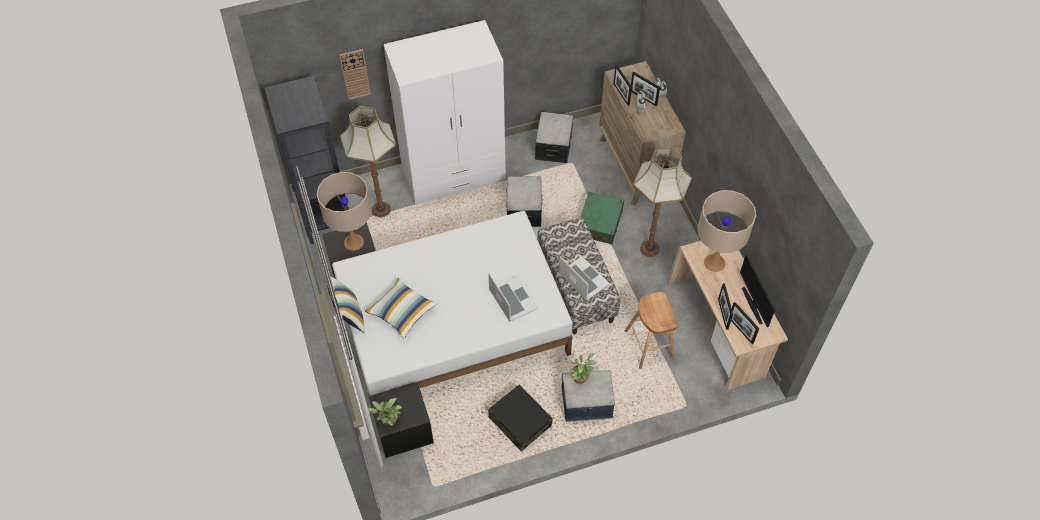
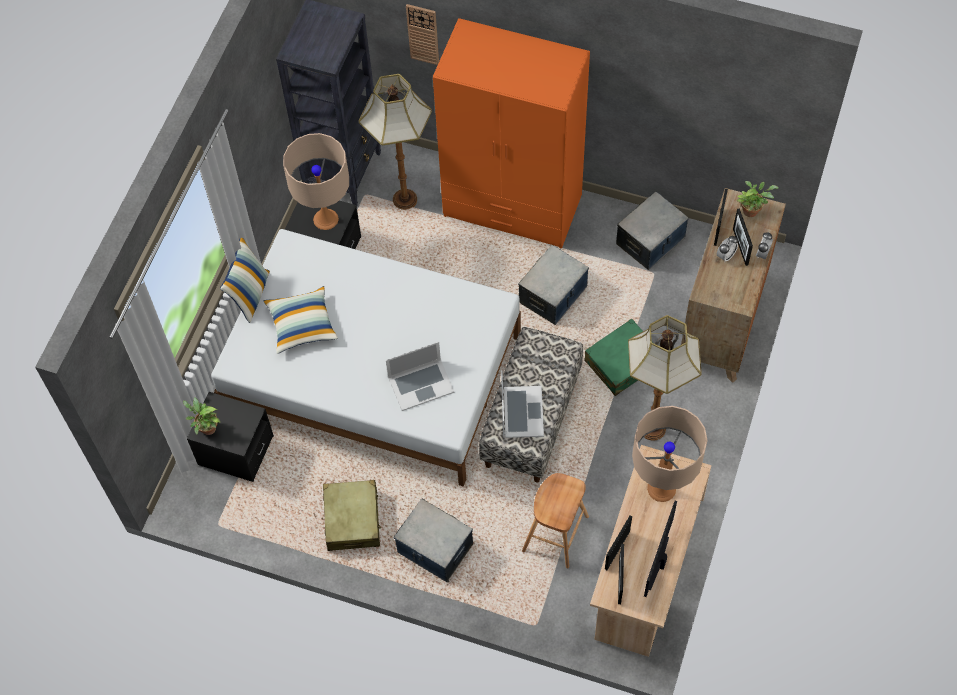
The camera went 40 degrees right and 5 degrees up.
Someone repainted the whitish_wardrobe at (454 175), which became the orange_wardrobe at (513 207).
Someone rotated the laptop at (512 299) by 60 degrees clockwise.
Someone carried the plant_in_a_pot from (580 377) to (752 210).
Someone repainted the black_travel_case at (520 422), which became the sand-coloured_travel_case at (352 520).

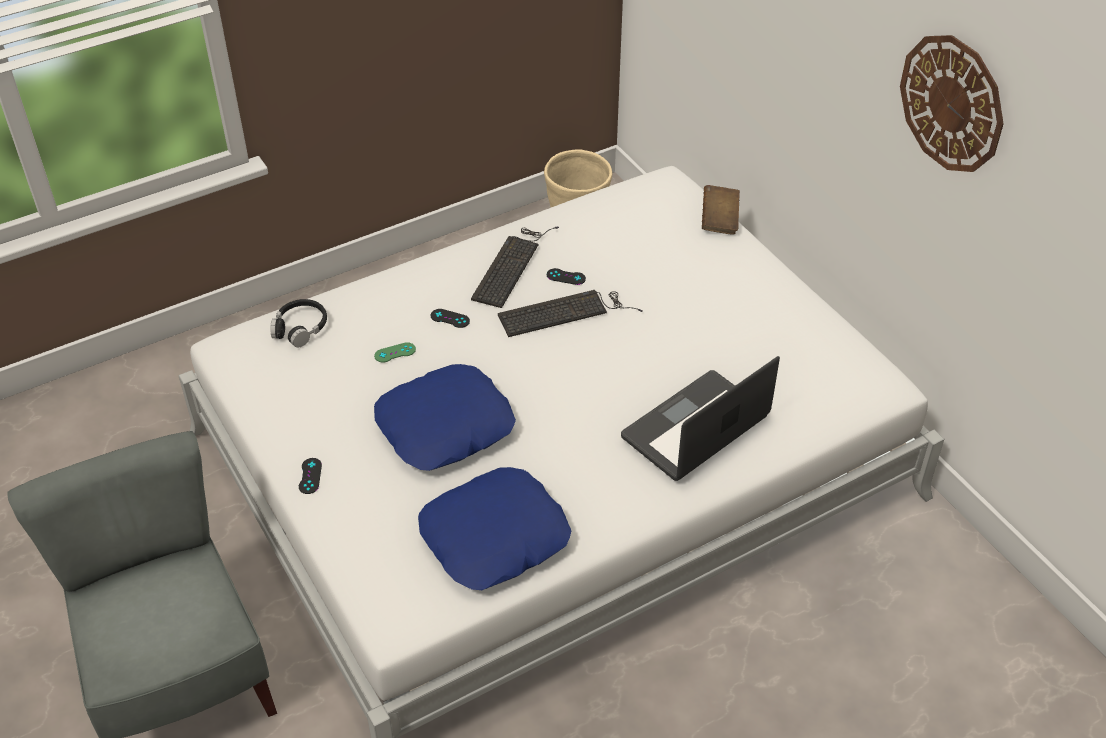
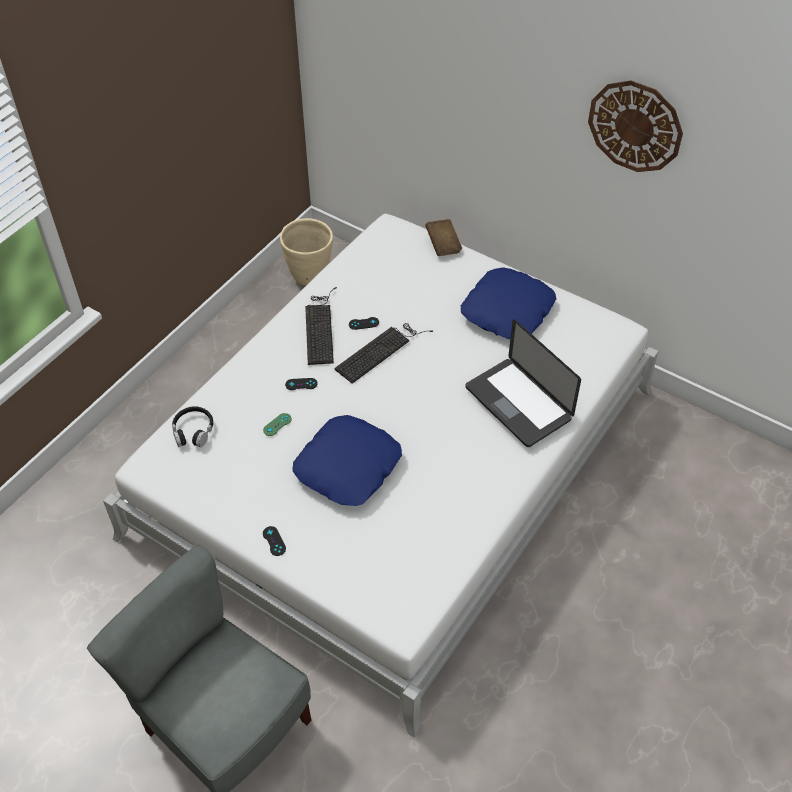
The camera went 25 degrees left and 5 degrees up.
Someone rotated the laptop at (695 427) by 60 degrees counterclockwise.
Someone carried the blue-coloured_cushion from (495 538) to (508 311).

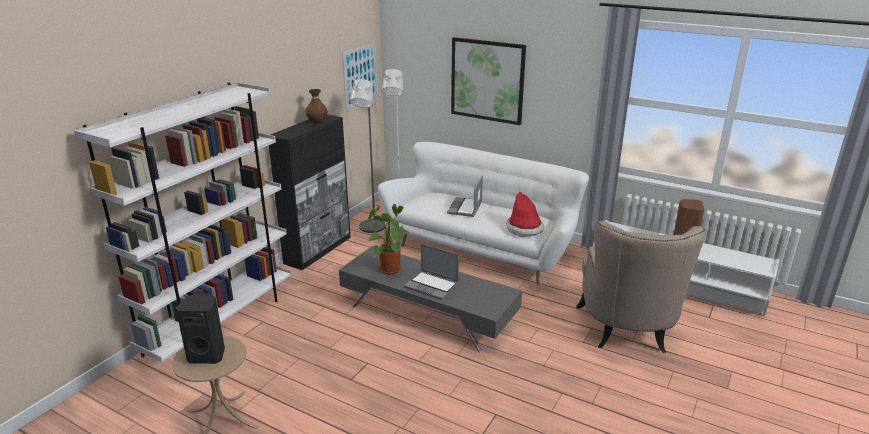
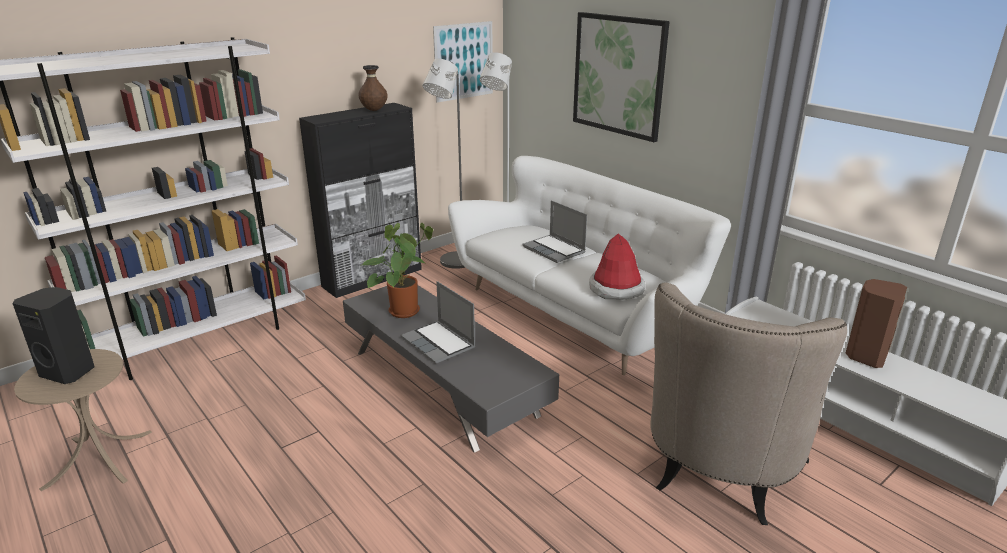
The camera went 20 degrees right and 0 degrees up.
Someone rotated the laptop at (465 208) by 75 degrees counterclockwise.

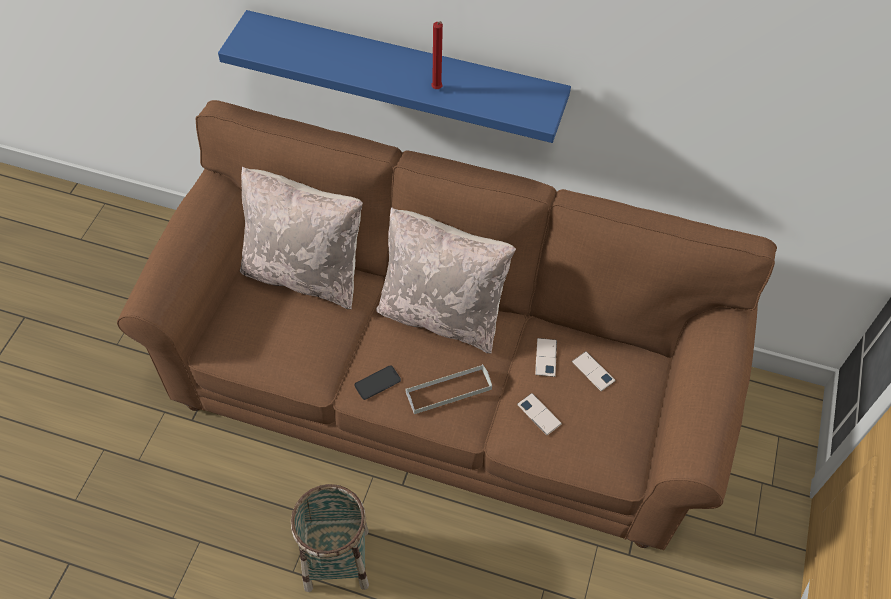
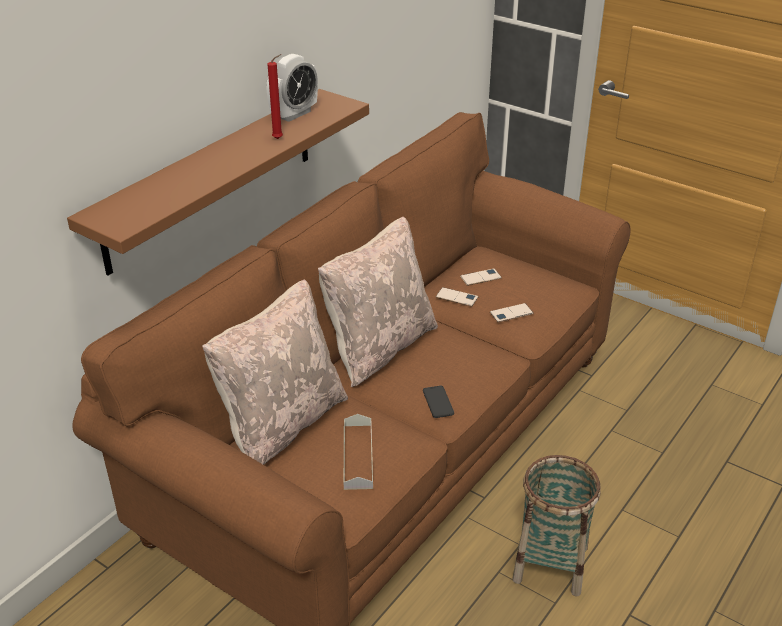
The camera went 70 degrees left and 20 degrees down.
Someone repainted the blue-coloured_wall_shelf at (404 74), which became the brown_wall_shelf at (211 179).
Someone carried the gray_serving_tray from (448 391) to (358 456).
Someone put down the alarm_clock at (294 114).

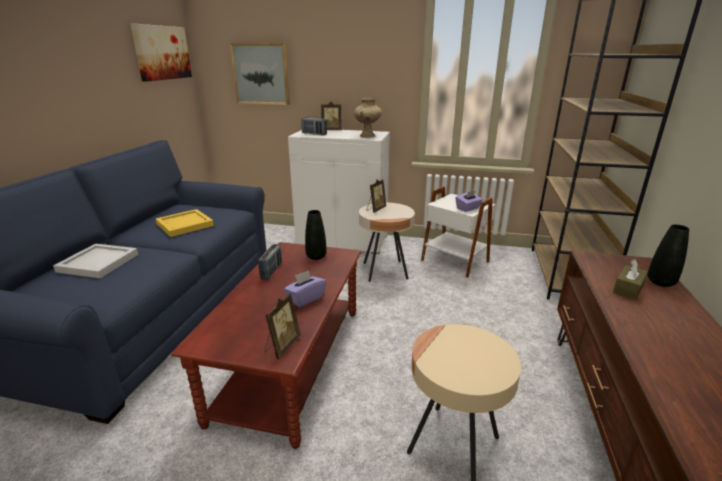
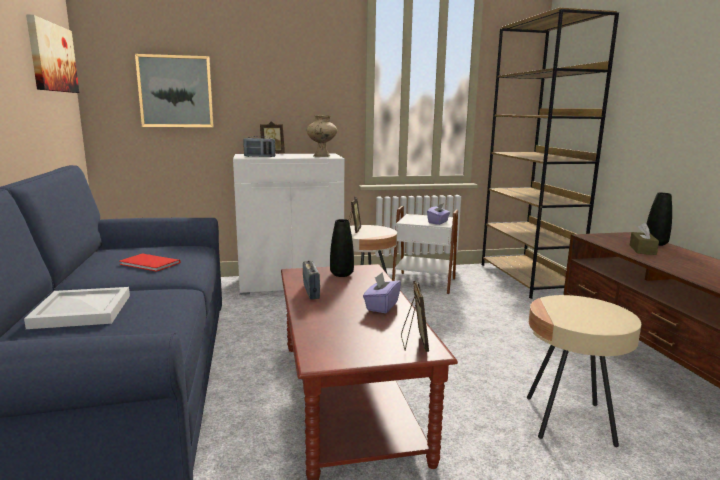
The camera went 25 degrees left and 10 degrees down.
Someone swapped the yellowish_serving_tray at (184 225) for the reddish_book at (149 264).

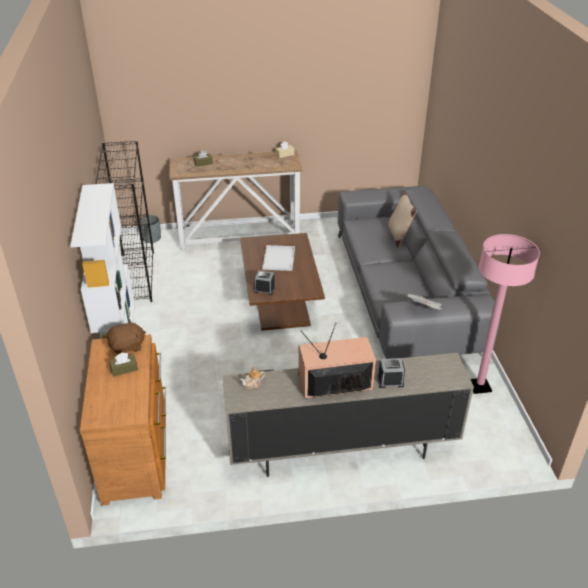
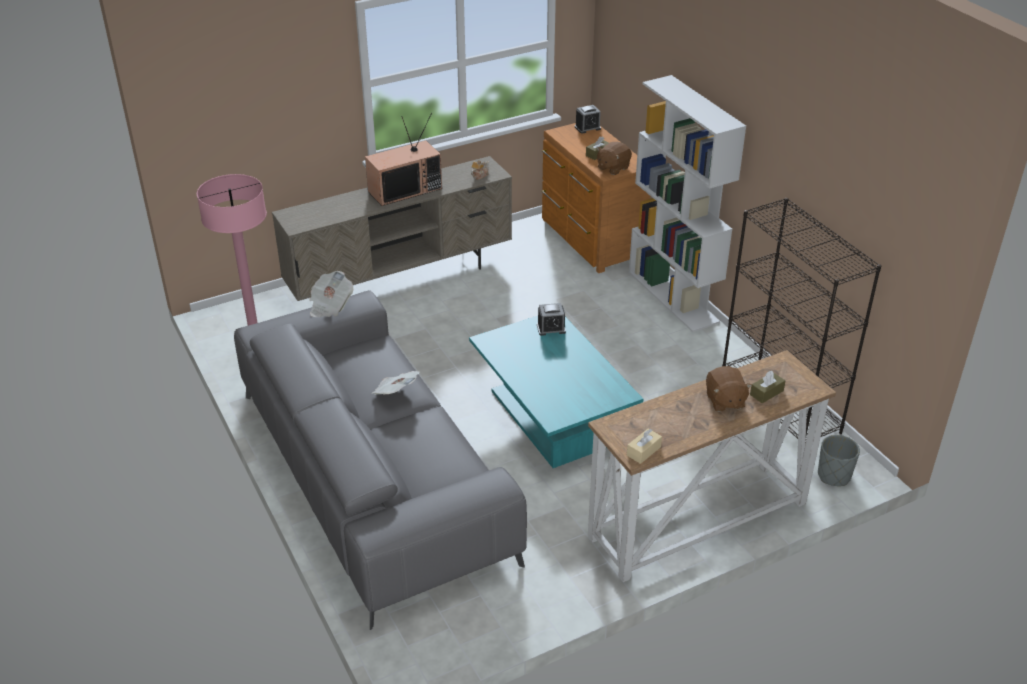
The camera went 160 degrees right and 0 degrees up.
Someone took away the sand-coloured_cushion at (399 235).
Someone repainted the brown_coffee_table at (280 300), which became the turquoise_coffee_table at (552 417).
Someone took away the whitish_serving_tray at (278 258).
Someone carried the alarm_clock from (390 381) to (587 128).
Someone put down the brown_plush_toy at (724 401).
Someone put down the daily_paper at (396 392).

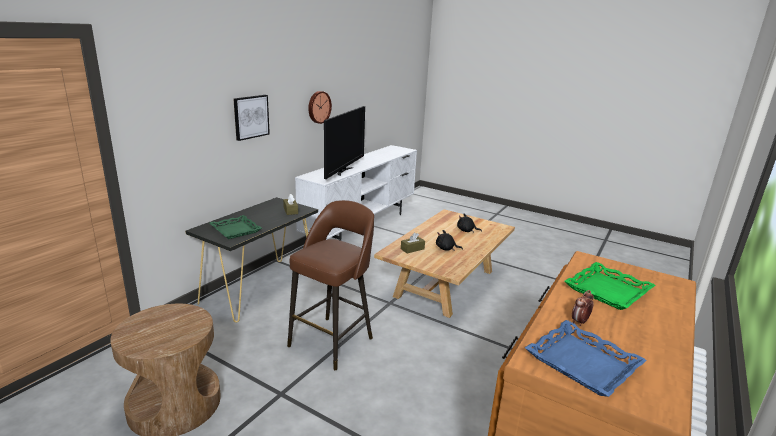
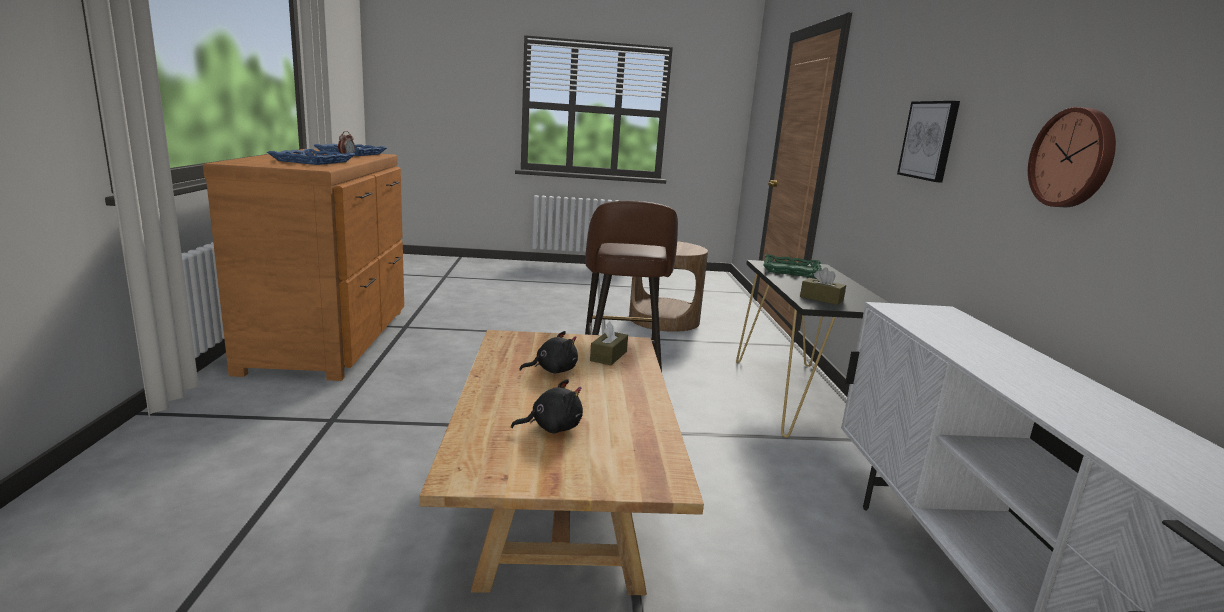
The camera went 145 degrees right and 5 degrees down.
Someone took away the TV_set at (343 171).
Someone repainted the greenish_serving_tray at (608 291), which became the blue-coloured_serving_tray at (312 161).

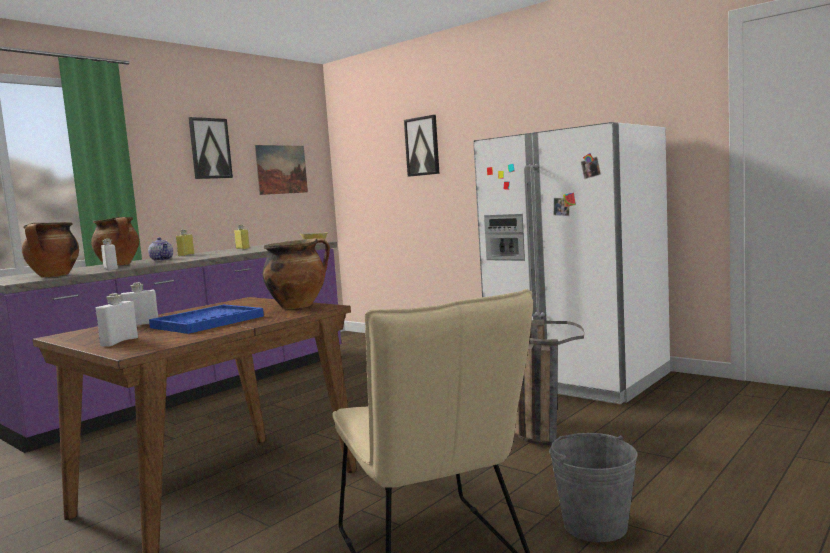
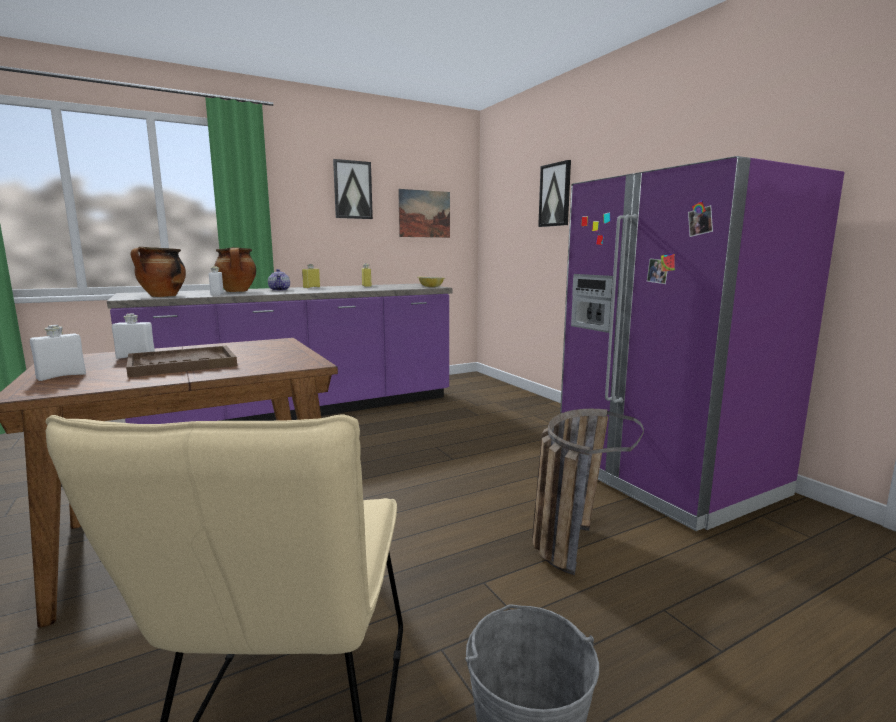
The camera went 20 degrees right and 5 degrees up.
Someone repainted the whitish_kitchen_fridge at (578 379), which became the purplish_kitchen_fridge at (667 478).
Someone took away the saucepot at (299 306).
Someone repainted the blue-coloured_serving_tray at (207 322), which became the brown_serving_tray at (182 364).

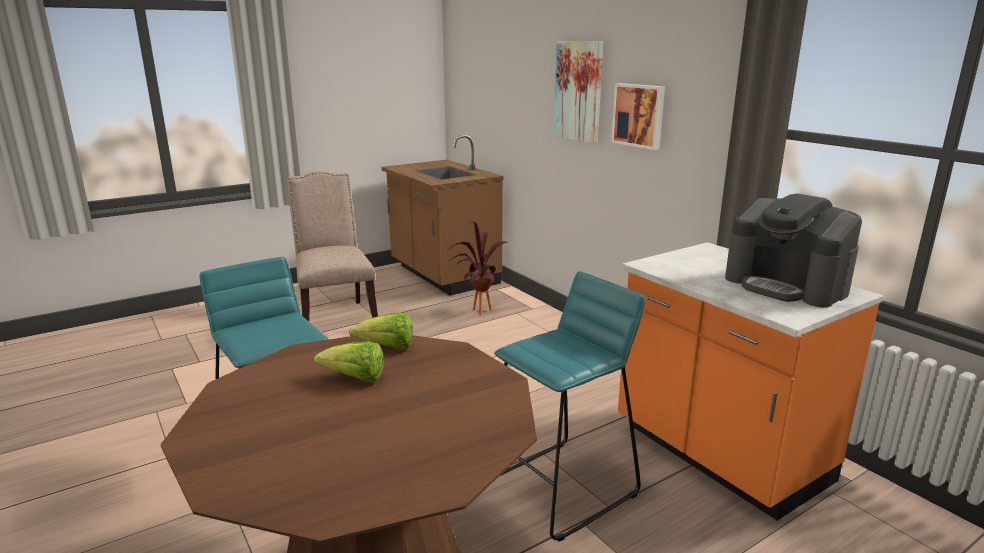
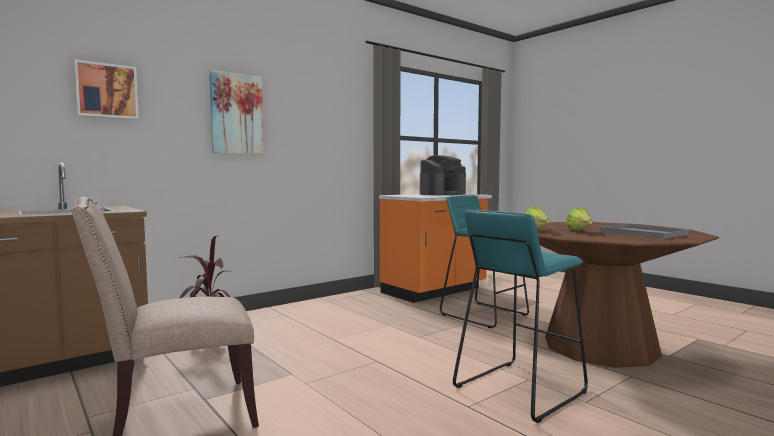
The camera went 95 degrees left and 15 degrees down.
Someone carried the wall_picture from (639 115) to (106 91).
Someone put down the gray_serving_tray at (641 233).

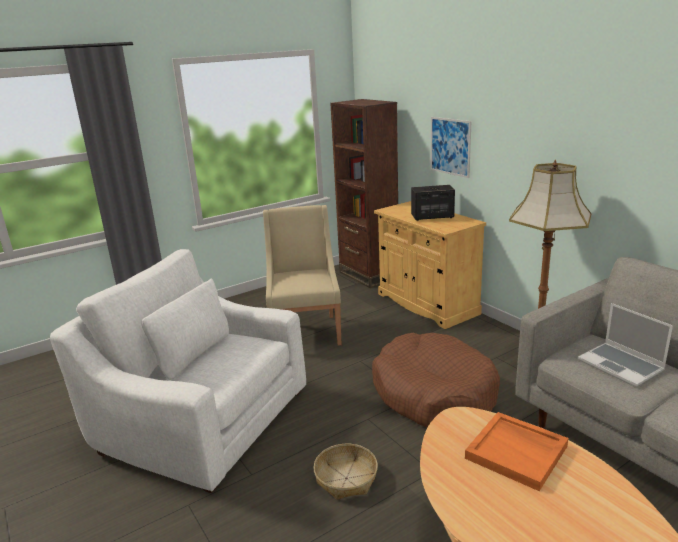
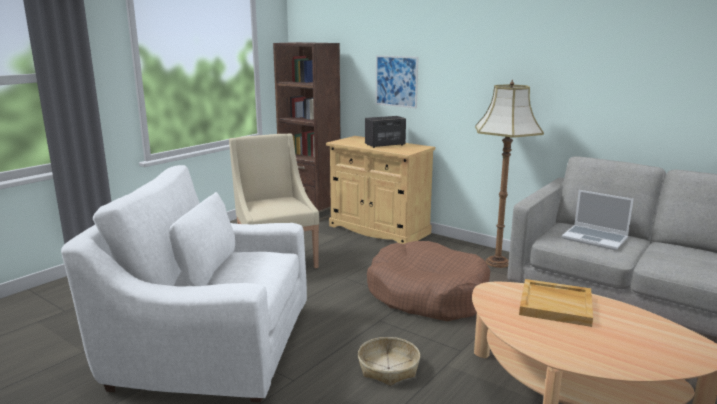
The camera went 20 degrees left and 5 degrees down.
Someone repainted the orange_serving_tray at (517 452), which became the sand-coloured_serving_tray at (556 305).

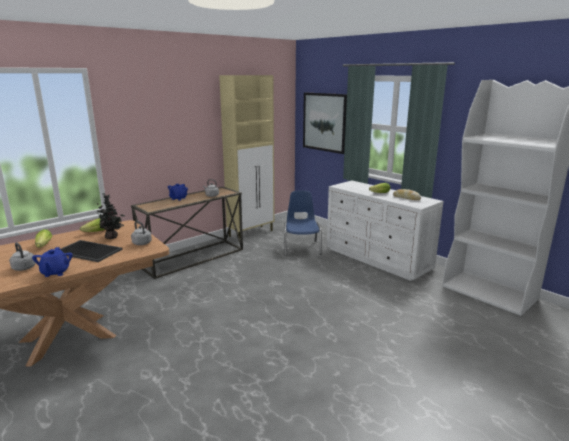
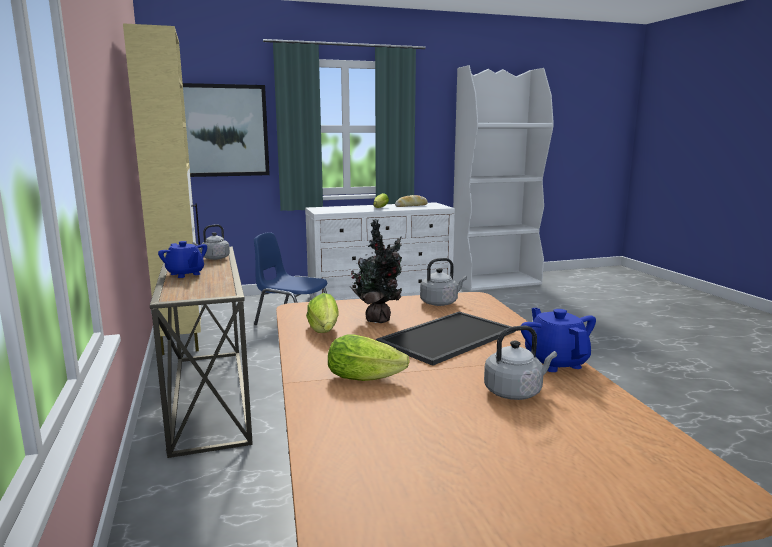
The camera went 65 degrees left and 5 degrees down.
Someone rotated the blue-coloured_pot_for_tea at (55 272) by 120 degrees counterclockwise.

